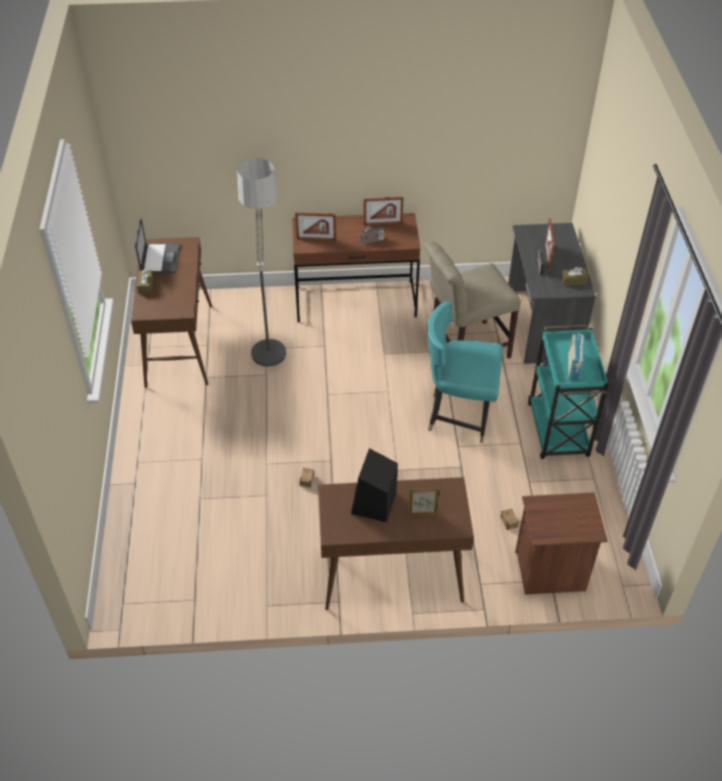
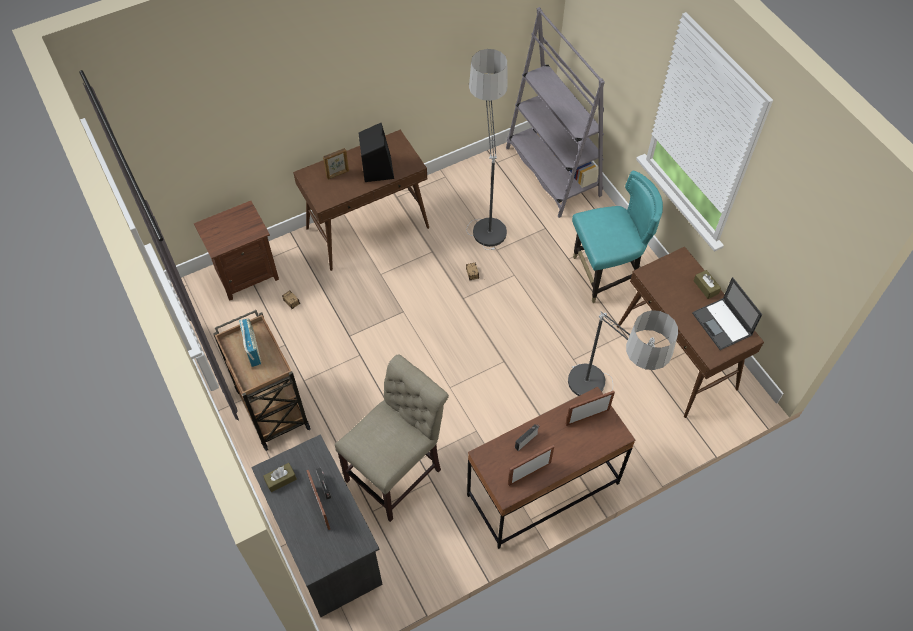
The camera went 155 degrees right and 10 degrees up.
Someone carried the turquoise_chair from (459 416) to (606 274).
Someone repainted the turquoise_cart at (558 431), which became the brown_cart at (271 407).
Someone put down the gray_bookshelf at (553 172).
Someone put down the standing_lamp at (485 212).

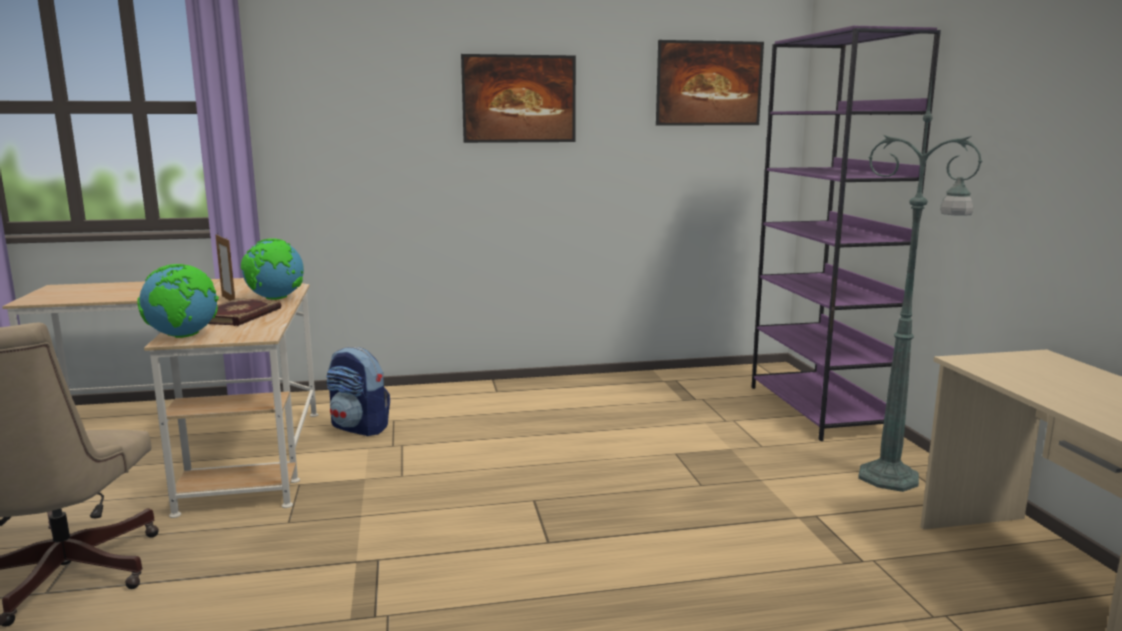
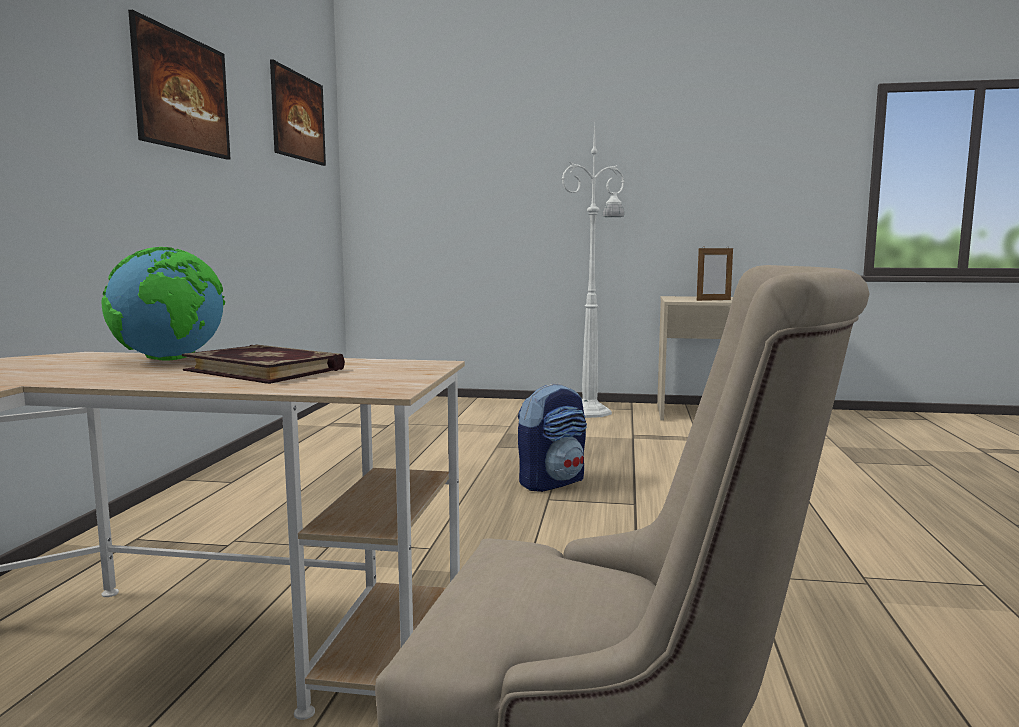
The camera went 70 degrees left and 5 degrees down.
Someone took away the purplish_bookshelf at (819 409).
Someone repainted the greenish_standing_lamp at (891 478), which became the whitish_standing_lamp at (591 412).
Someone carried the picture_frame from (228 299) to (713 300).
Someone took away the world_globe at (183 336).
Someone carried the rucksack from (360 428) to (552 482).

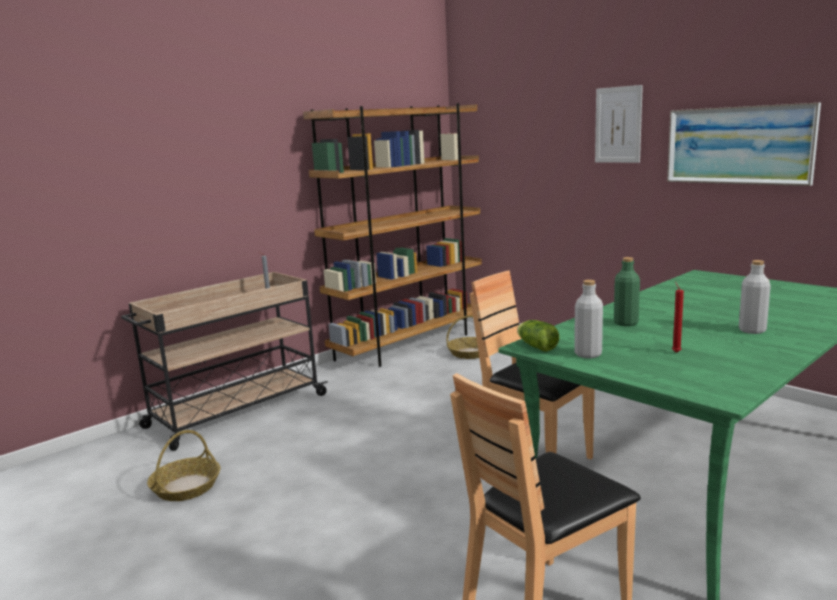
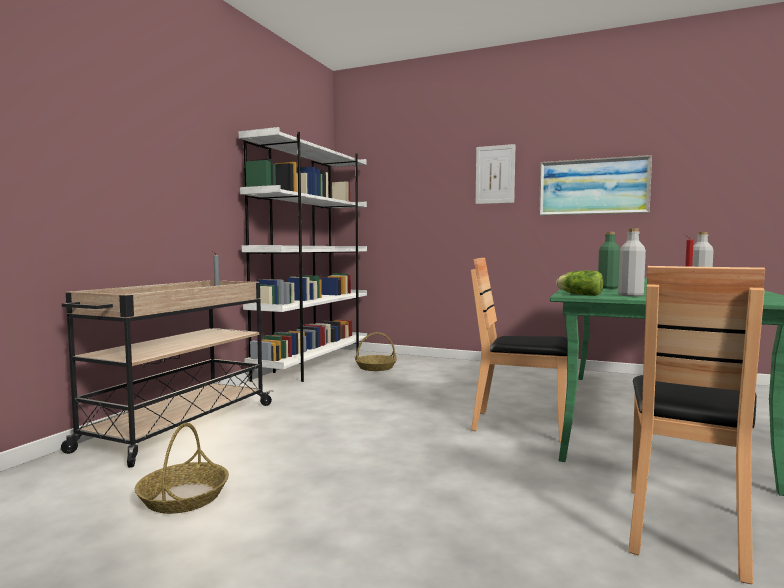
The camera went 25 degrees left and 10 degrees down.
Someone repainted the brown_bookshelf at (410 344), which became the whitish_bookshelf at (313 366).

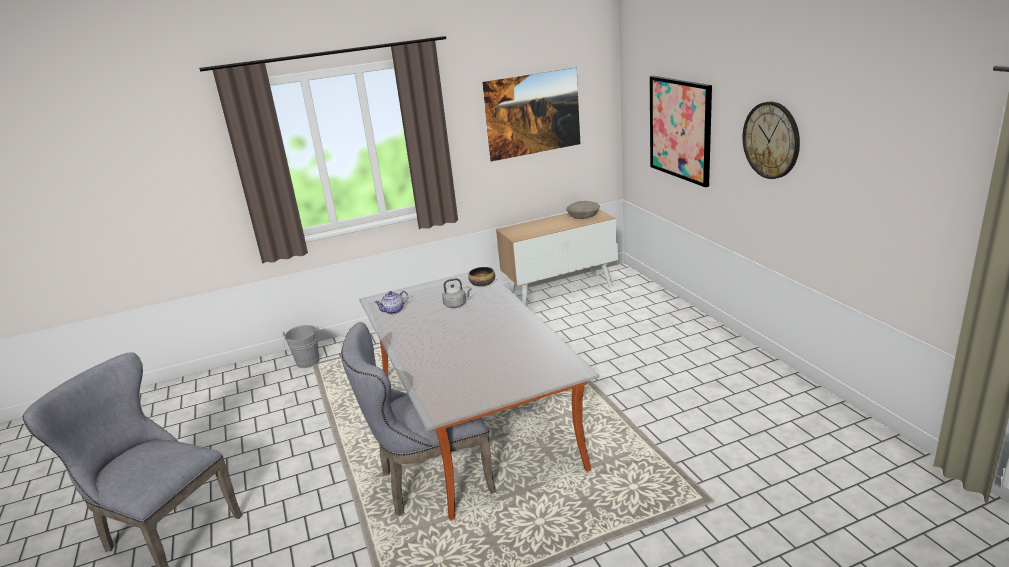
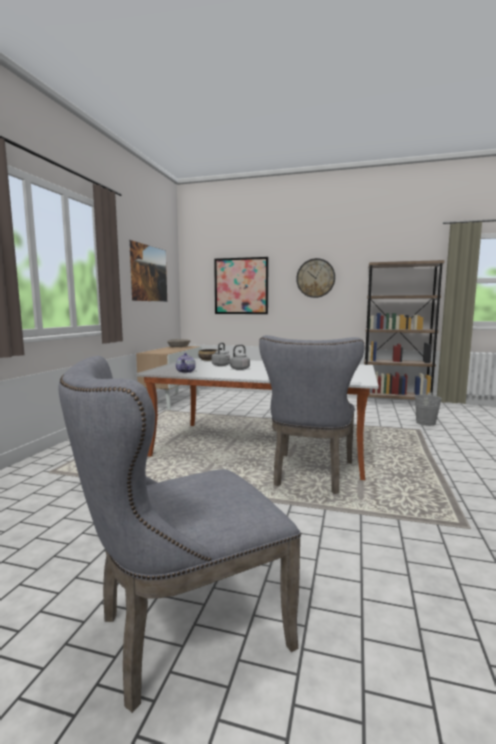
The camera went 55 degrees left and 15 degrees down.
Someone carried the gray_bucket from (307 363) to (428 423).
Someone put down the brown_bookshelf at (395 403).
Someone put down the gray_tea_kettle at (239 369).

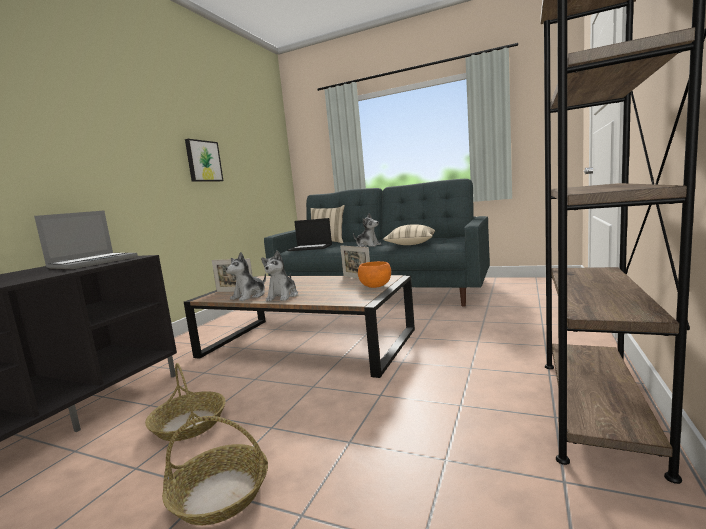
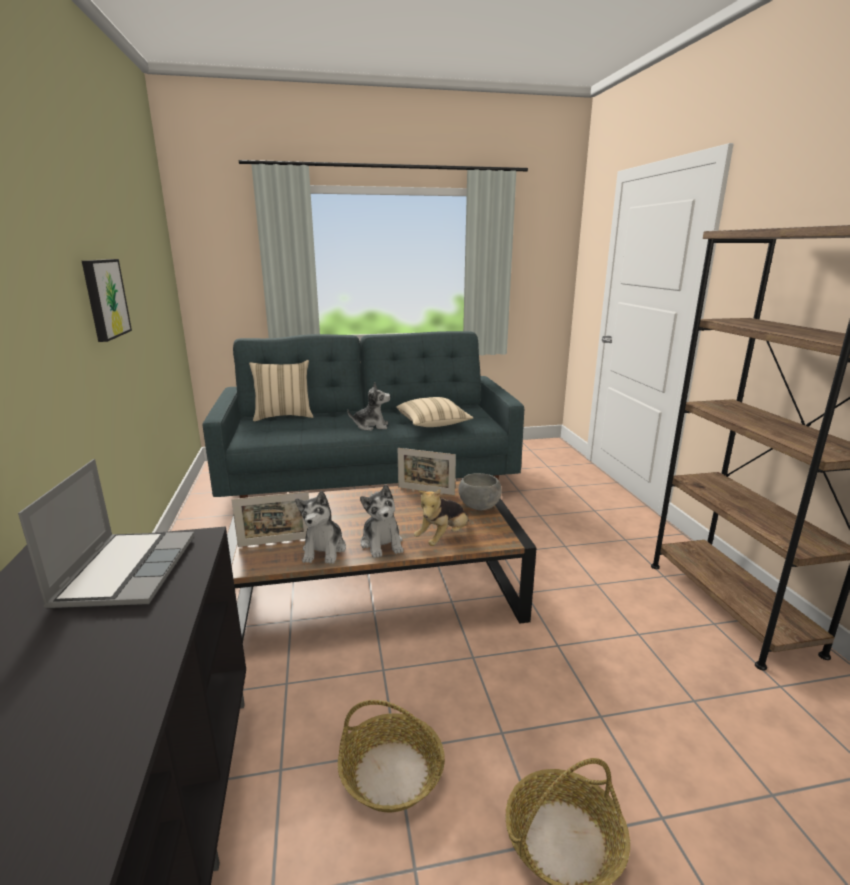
The camera went 35 degrees left and 10 degrees up.
Someone took away the laptop at (311 247).
Someone repainted the orange_serving_bowl at (376 286), which became the gray_serving_bowl at (479 506).
Someone put down the plush_toy at (443 538).

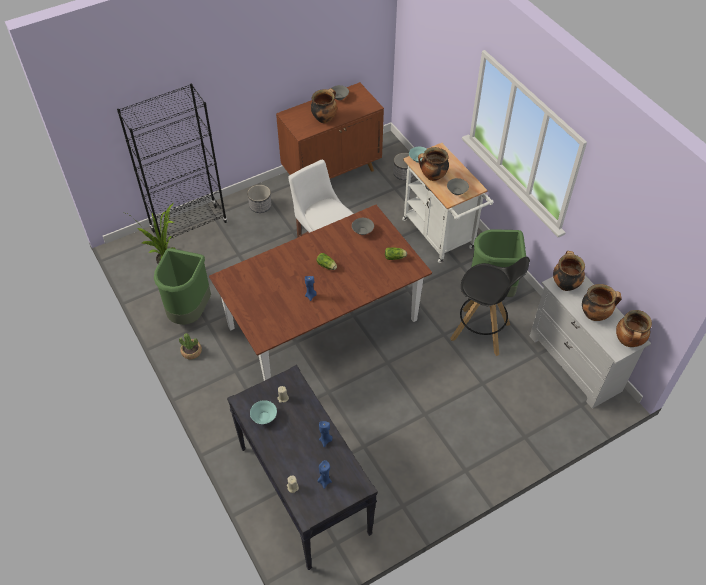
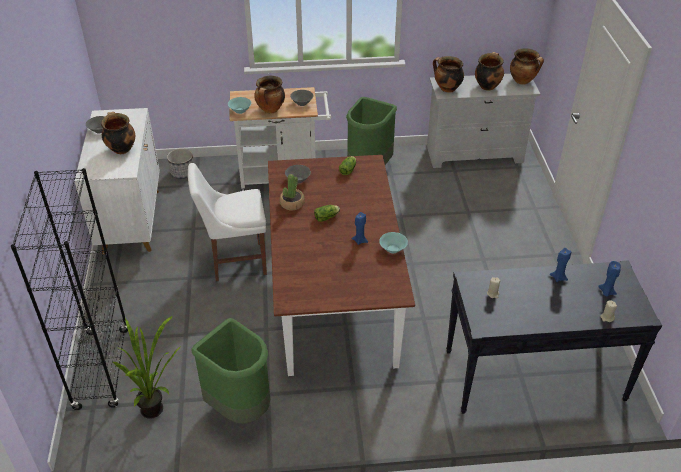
The camera went 65 degrees left and 10 degrees down.
Someone repainted the brown_cupboard at (332 172), which became the whitish_cupboard at (131 220).
Someone took away the plant_pot at (260 206).
Someone took away the black_stool_seat at (481 332).
Someone carried the plant_in_a_pot from (191 351) to (292 203).
Someone carried the turquoise_serving_bowl from (264 416) to (392 249).

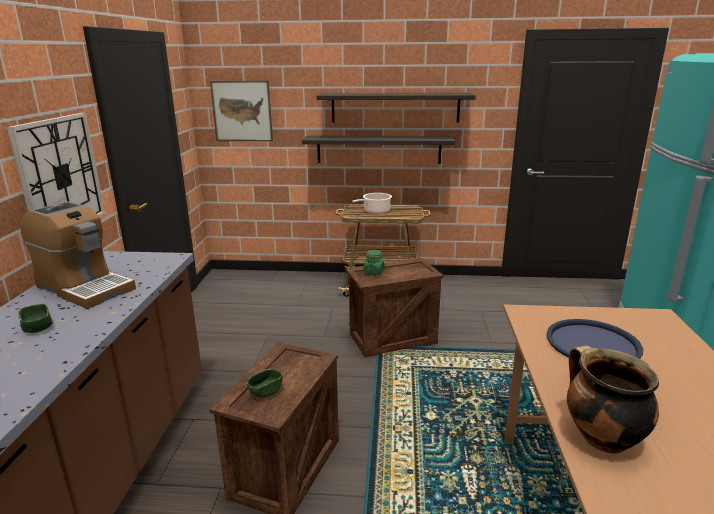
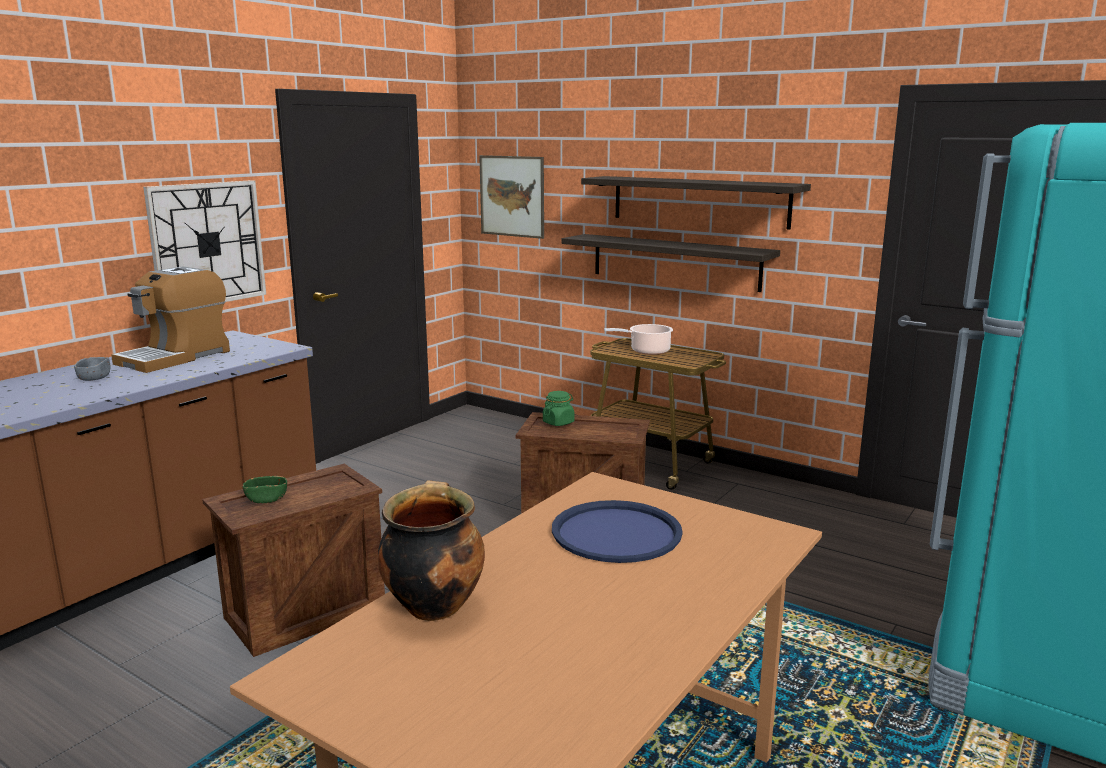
The camera went 30 degrees right and 5 degrees down.
Someone rotated the coffee_brewer at (84 287) by 60 degrees clockwise.
Someone repainted the greenish_serving_bowl at (37 327), which became the gray_serving_bowl at (94 378).

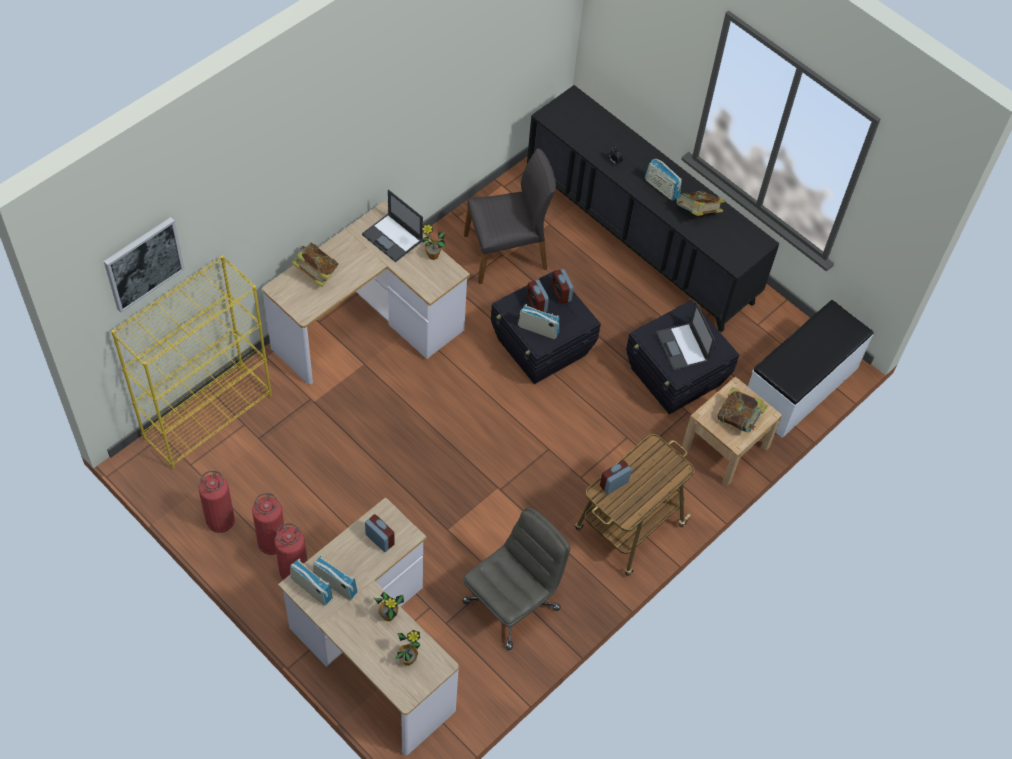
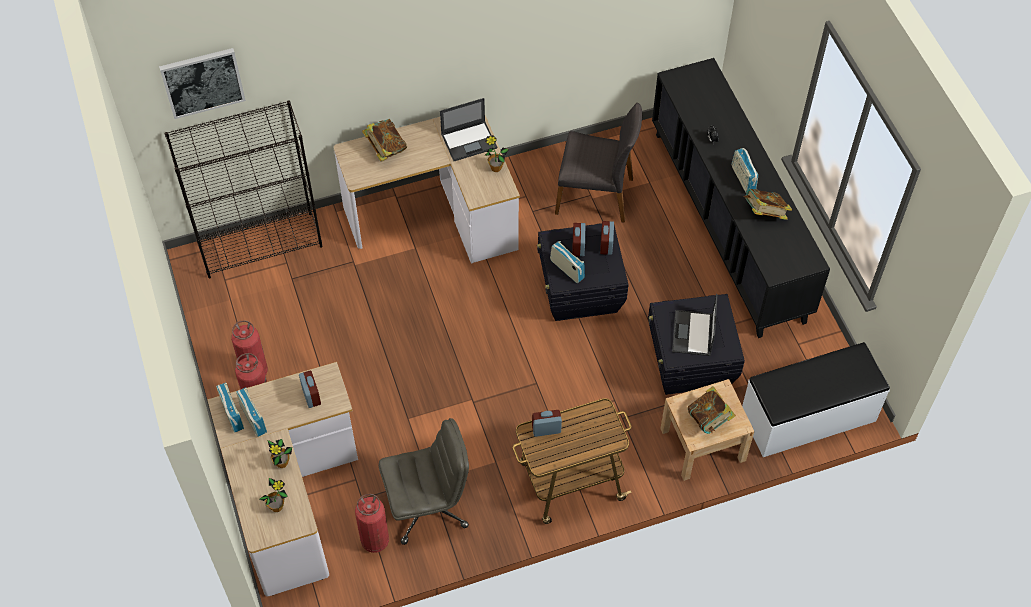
The camera went 30 degrees right and 0 degrees up.
Someone rotated the laptop at (393 238) by 90 degrees counterclockwise.
Someone repainted the yellowish_bookshelf at (208 416), which became the black_bookshelf at (261 244).
Someone carried the fire_extinguisher from (220 521) to (375 540).

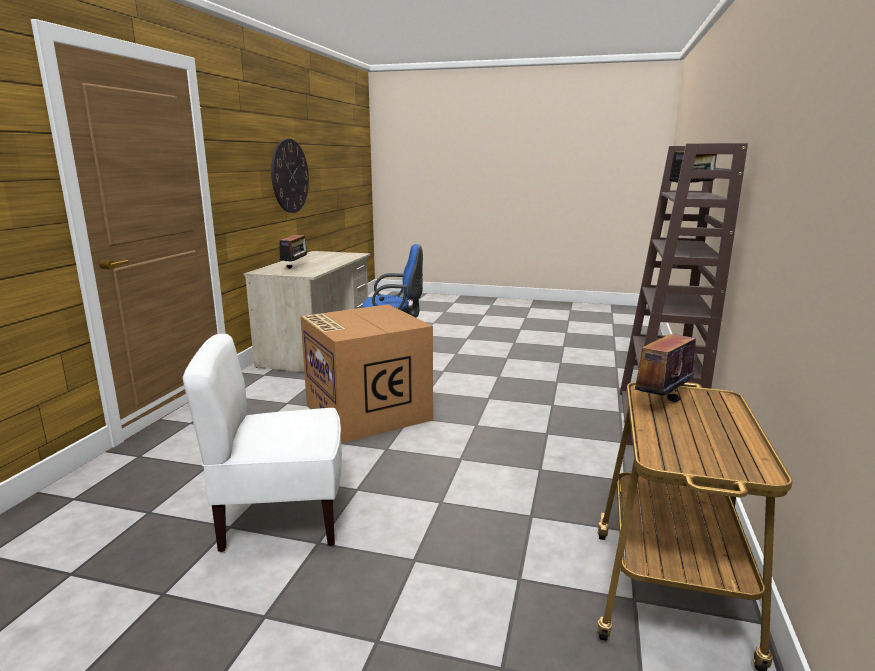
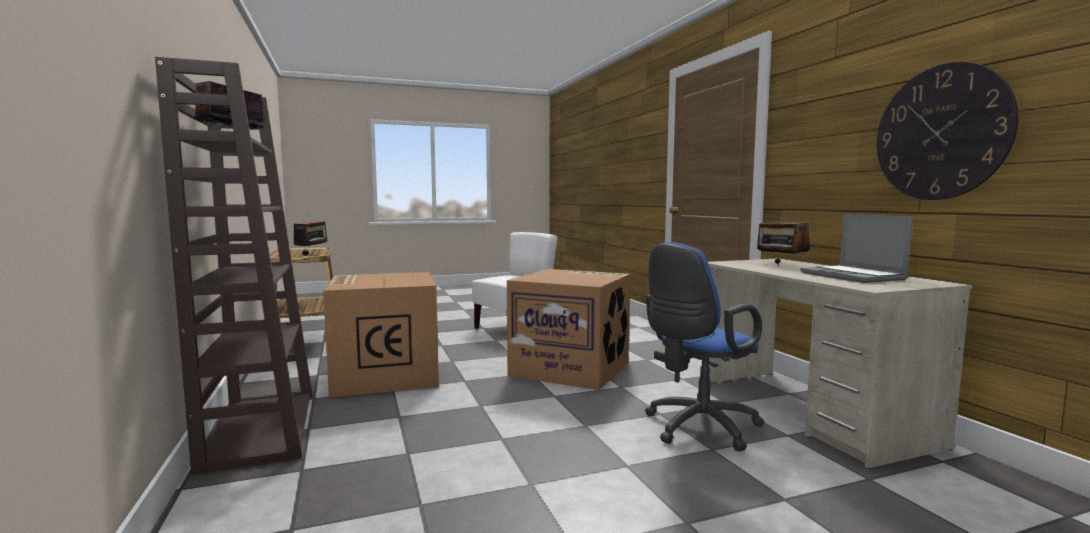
The camera went 145 degrees right and 10 degrees down.
Someone put down the laptop at (853 276).
Someone put down the cardboard_box at (384 375).

